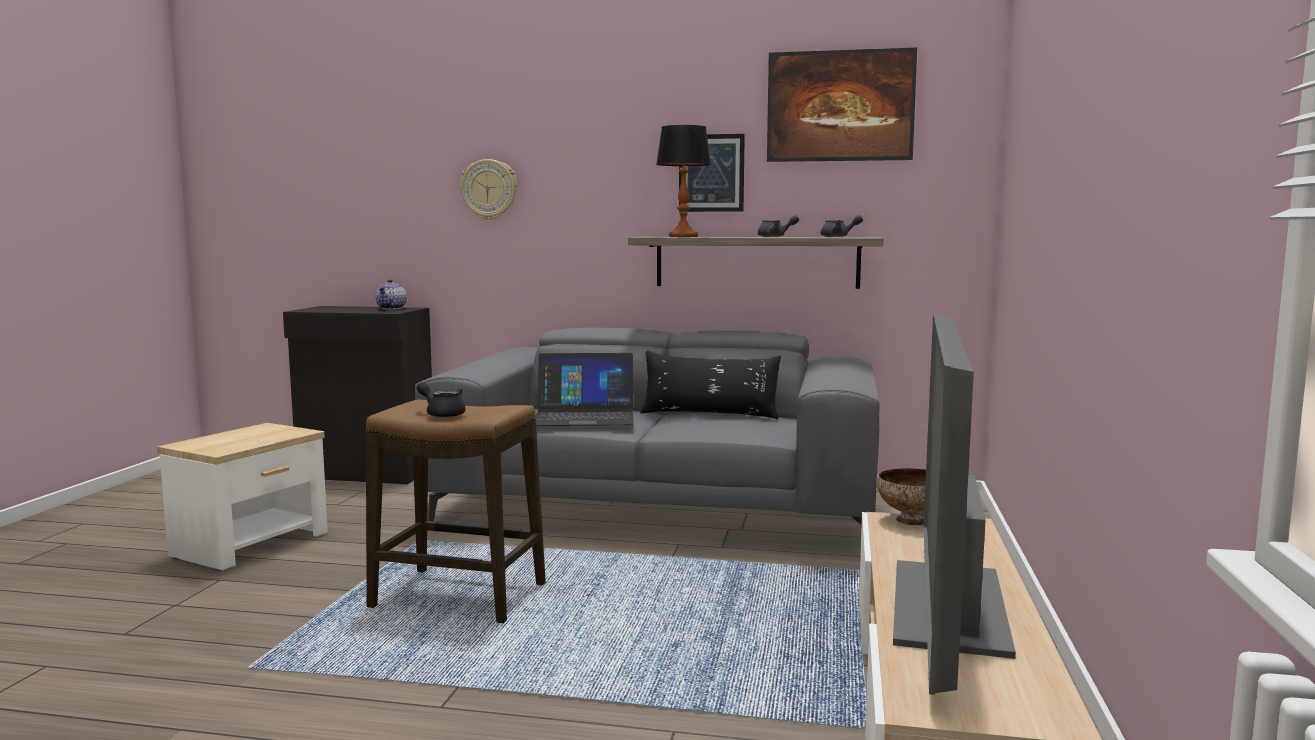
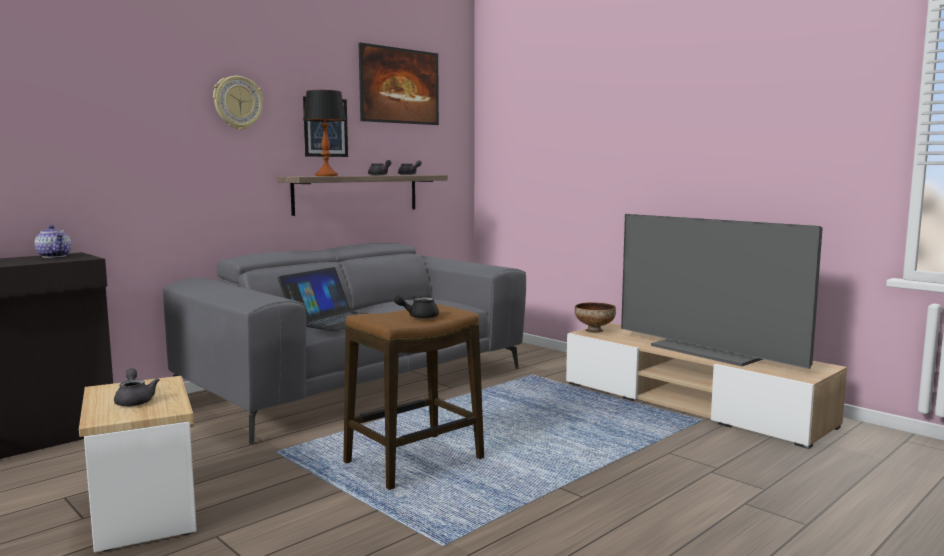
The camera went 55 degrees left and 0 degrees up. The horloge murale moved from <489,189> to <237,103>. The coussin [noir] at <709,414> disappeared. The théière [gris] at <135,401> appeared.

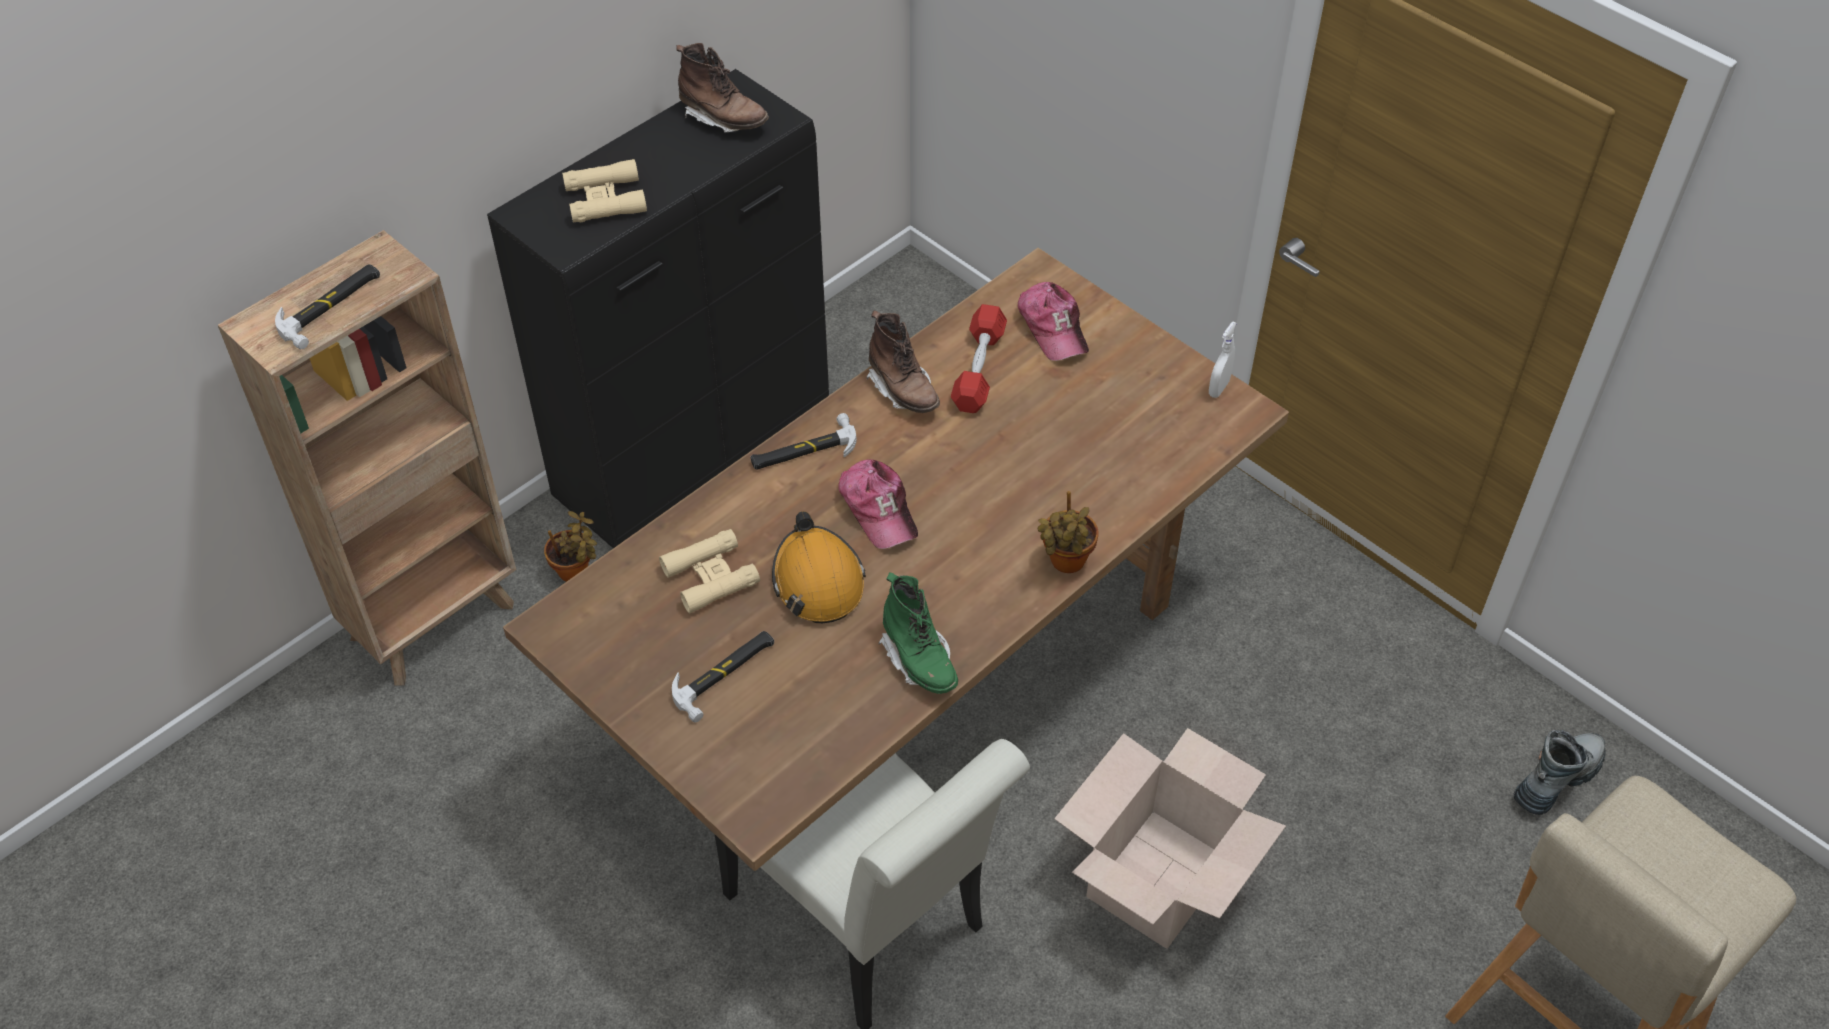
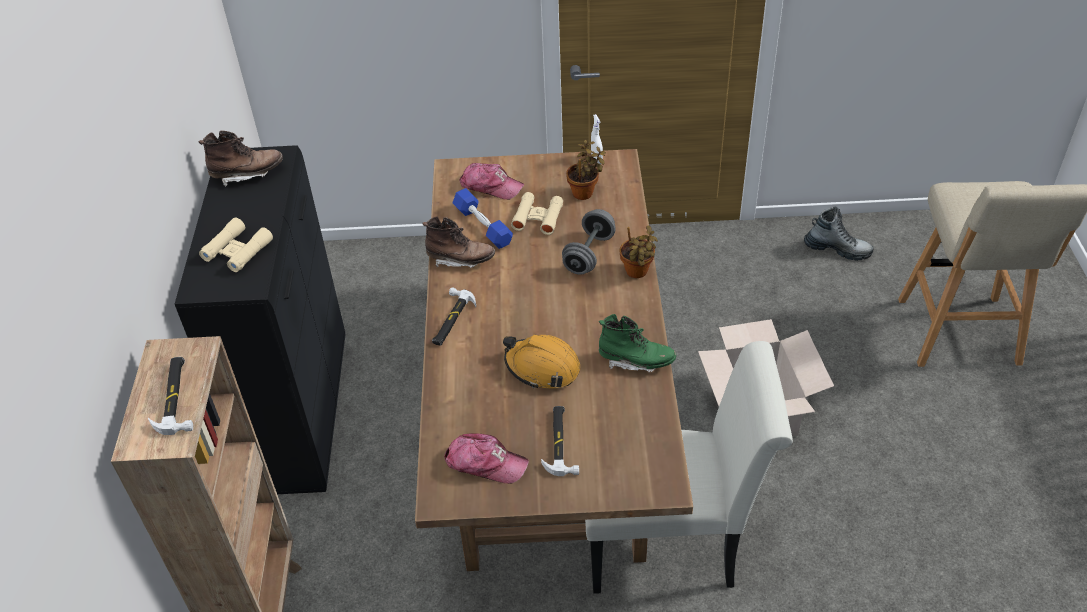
The camera went 45 degrees left and 5 degrees down. The haltère [rouge] at <978,369> became the haltère [bleu] at <483,226>. The casquette moved from <878,509> to <485,463>. The plante en pot moved from <576,572> to <584,192>. The jumelles [beige] moved from <710,577> to <538,218>. The botte at <1557,779> turned 105 degrees clockwise. The haltère [gris] at <589,254> appeared.

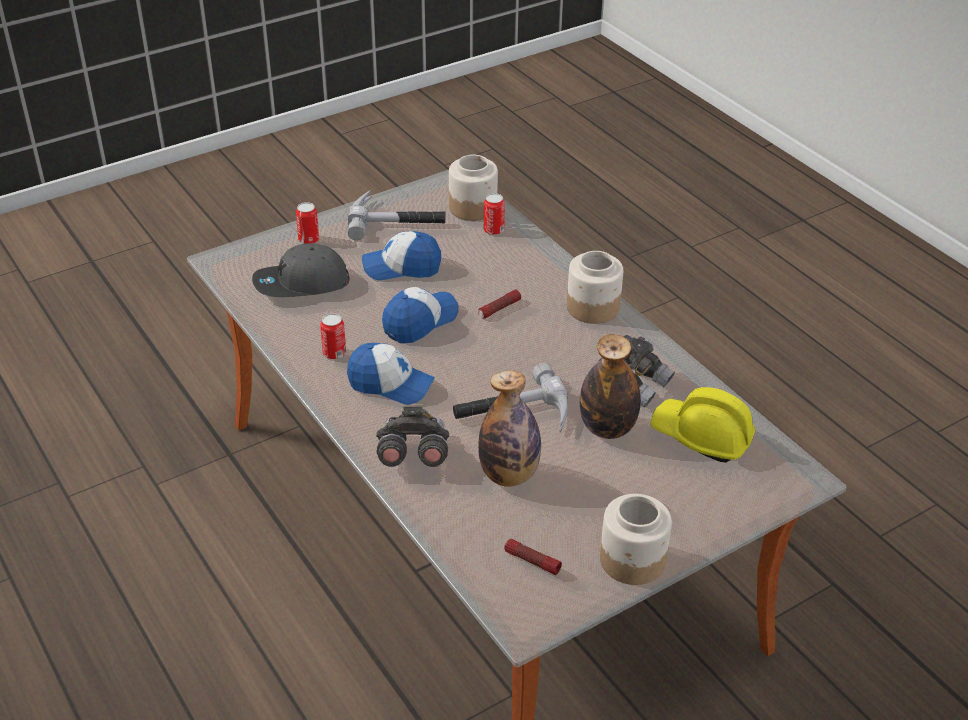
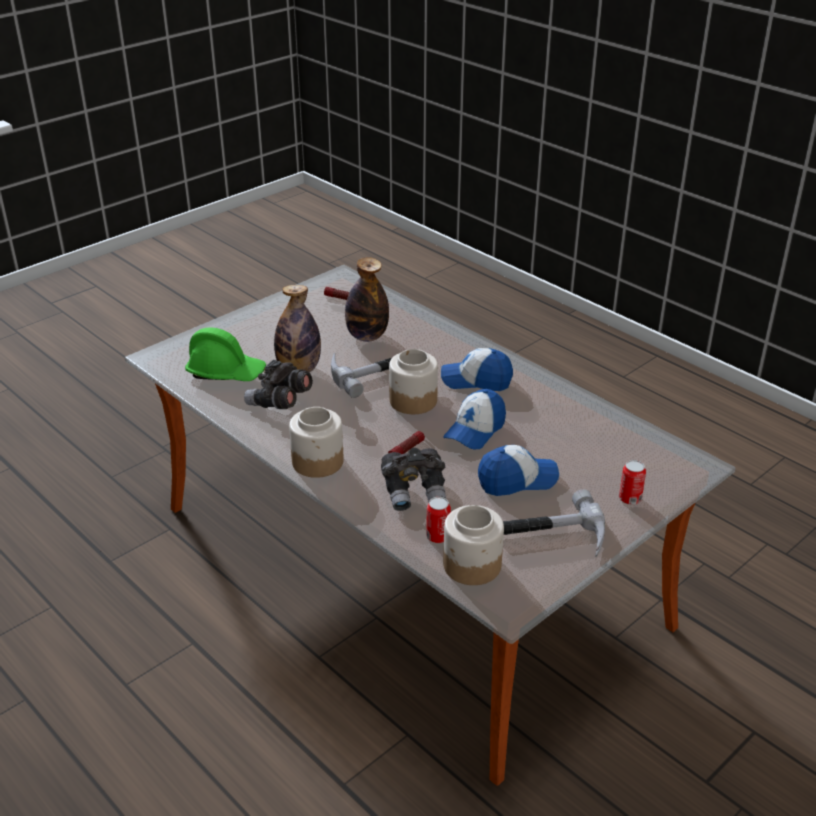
The camera went 170 degrees right and 5 degrees down. The casquette [gris] at <301,284> disappeared. The boîte métallique at <334,353> disappeared. The casque de chantier [jaune] at <701,436> became the casque de chantier [vert] at <226,372>. The jumelles [gris] moved from <412,455> to <415,491>. The bocal moved from <633,560> to <413,400>.

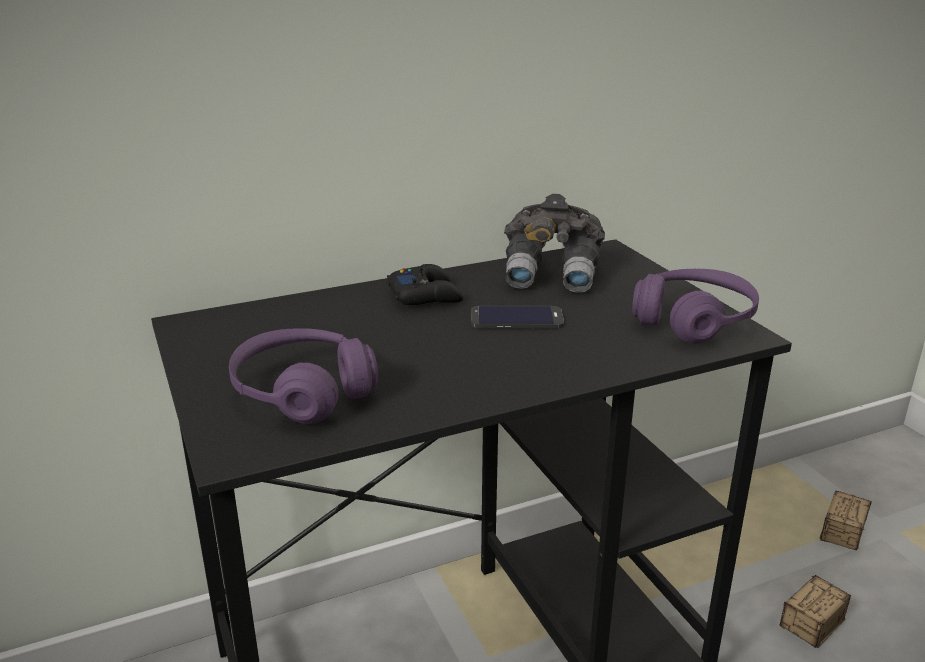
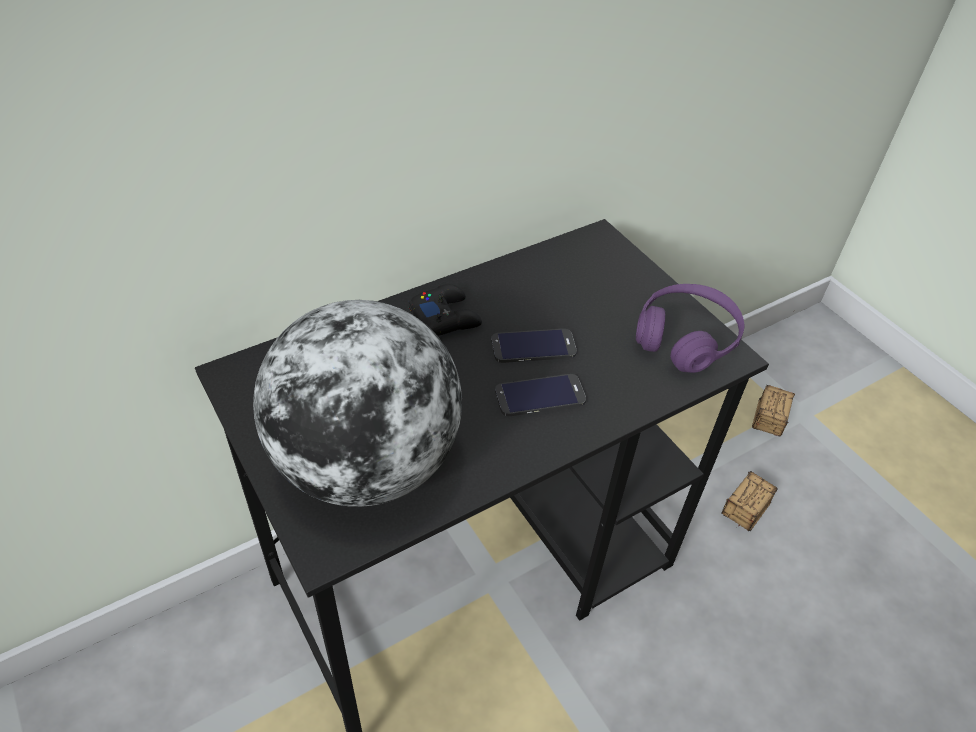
The camera went 10 degrees left and 20 degrees up. The jumelles [gris] at <553,274> disappeared. The casque audio [violet] at <303,392> was replaced by the globe at <366,464>. The téléphone at <540,396> appeared.

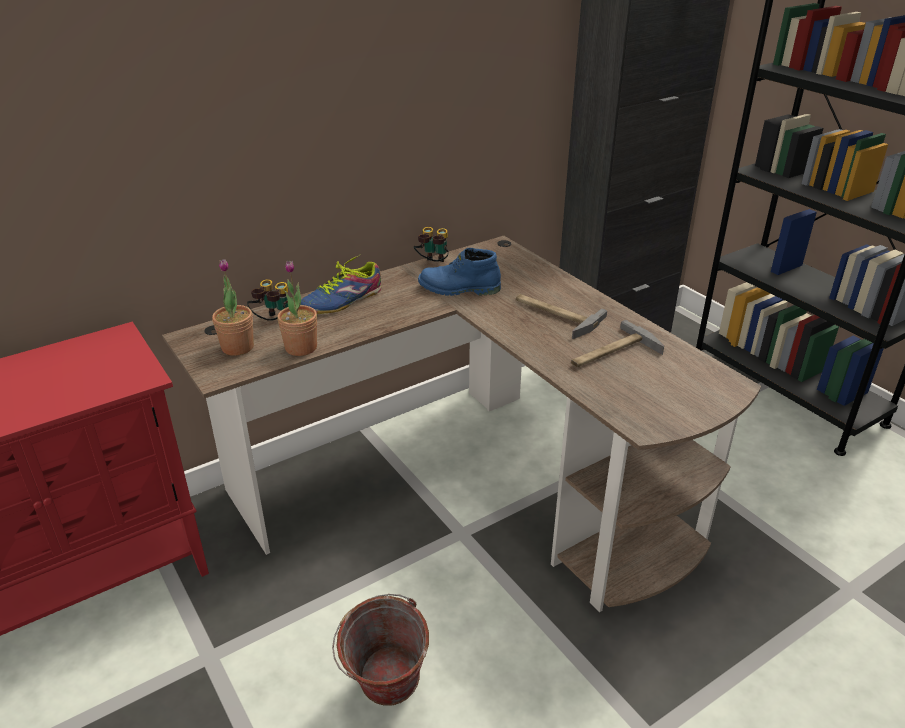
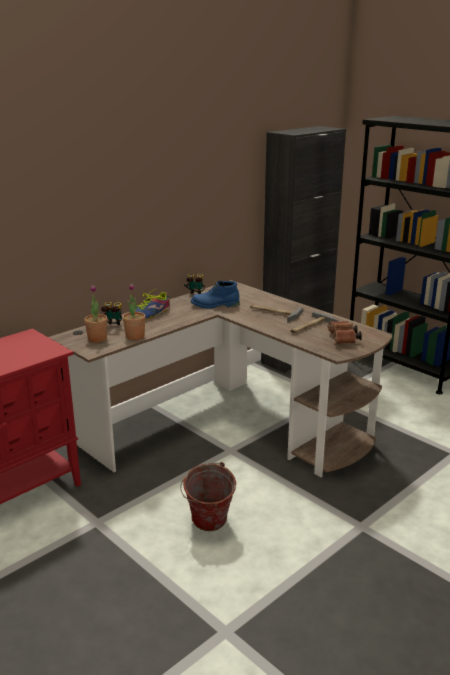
The camera went 10 degrees left and 10 degrees down. The jumelles [marron] at <343,340> appeared.

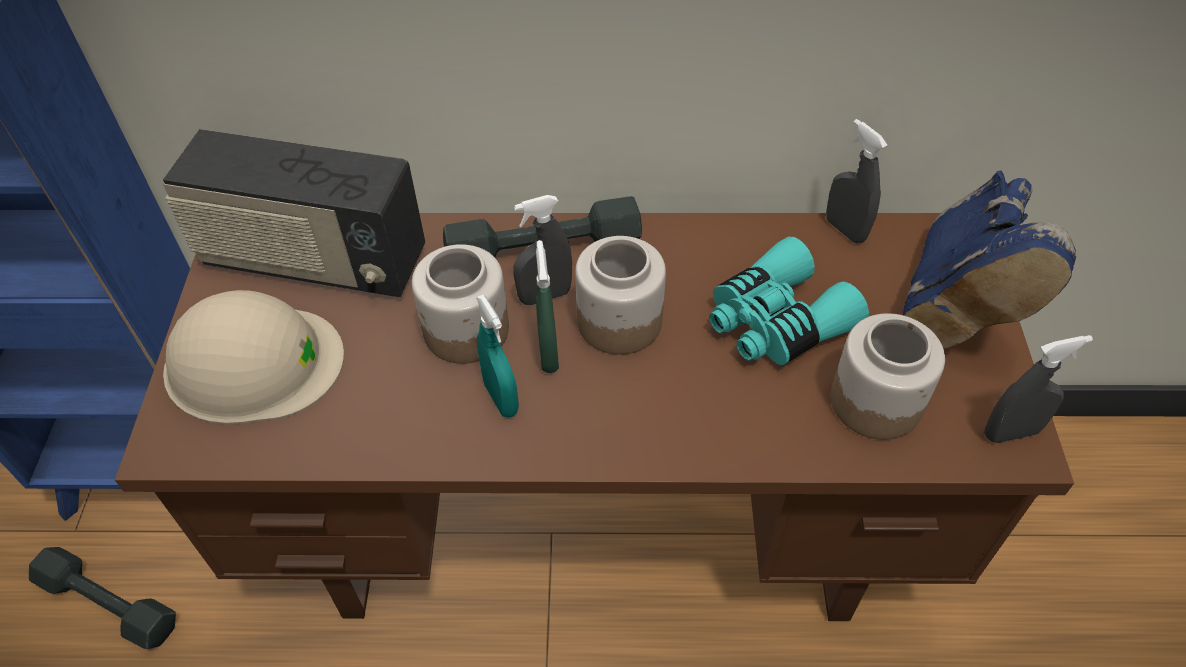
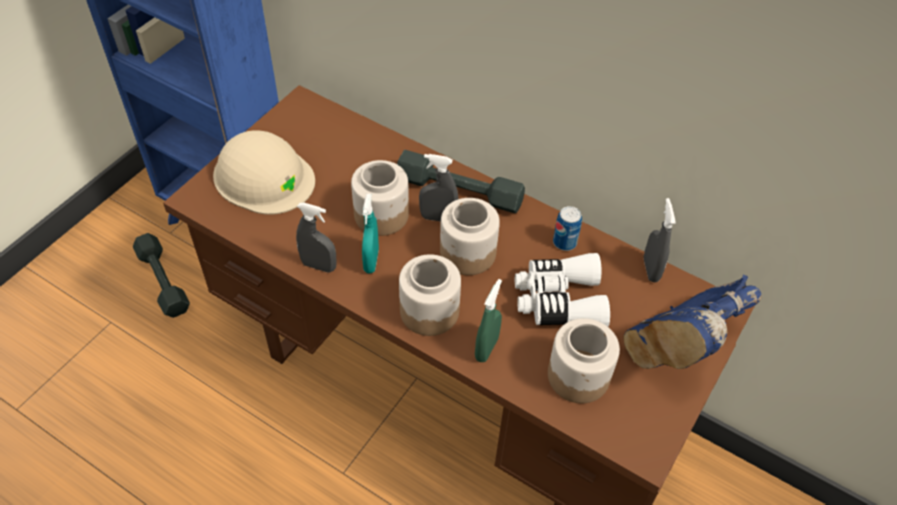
The camera went 30 degrees right and 0 degrees up. The radio at <314,261> disappeared. The jumelles [turquoise] at <776,321> became the jumelles [blanc] at <558,300>. The vaporisateur [vert] moved from <548,353> to <486,348>. The vaporisateur [gris] moved from <1011,432> to <319,266>. The boîte métallique at <564,242> appeared. The bocal at <429,310> appeared.

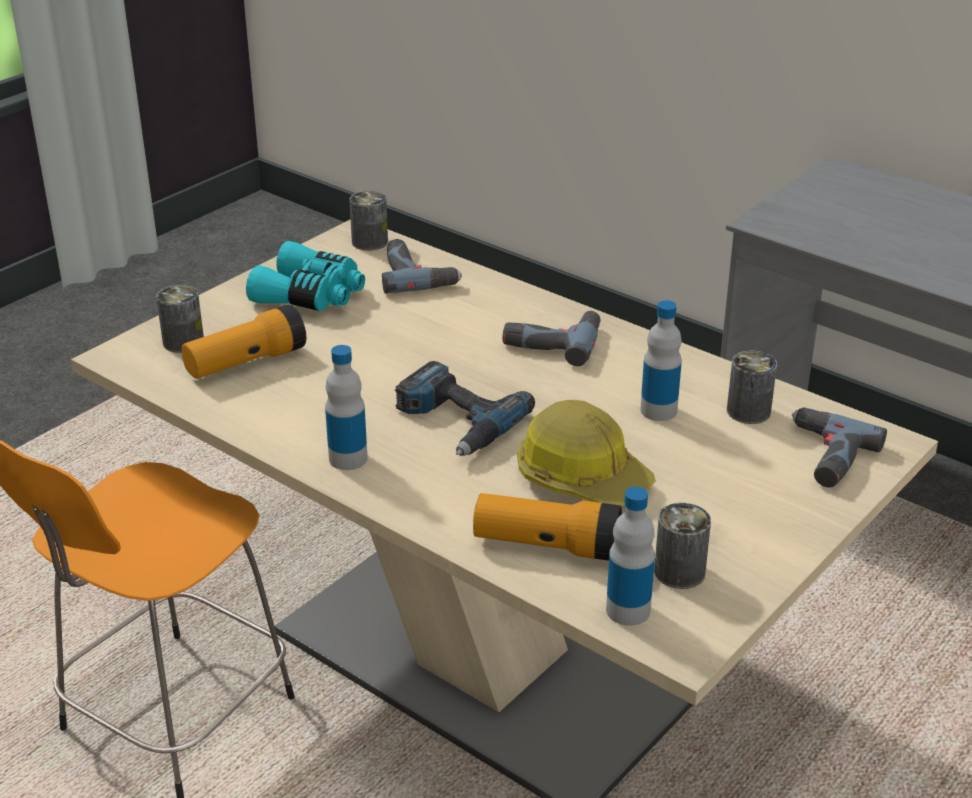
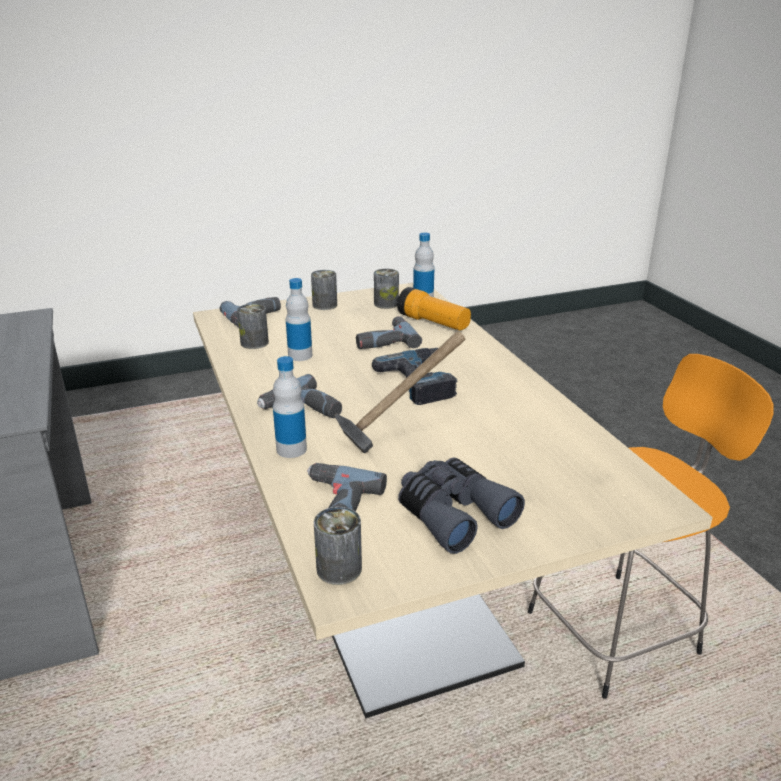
The camera went 150 degrees left and 5 degrees down. The jumelles [turquoise] at <311,295> became the jumelles [gris] at <452,513>. The boîte métallique moved from <183,342> to <325,305>. The lampe de poche at <246,363> disappeared. The bouteille moved from <348,458> to <291,449>. The casque de chantier at <582,477> was replaced by the perceuse at <384,340>. The marteau at <398,429> appeared.

